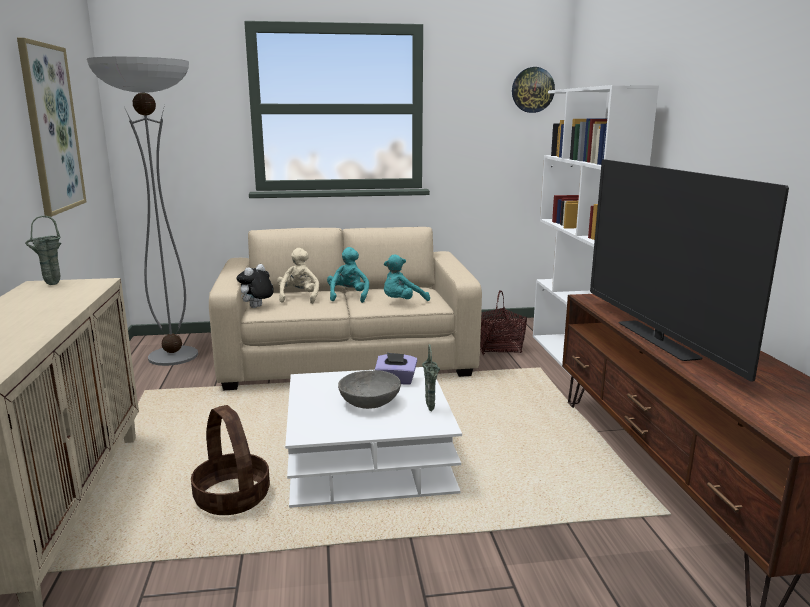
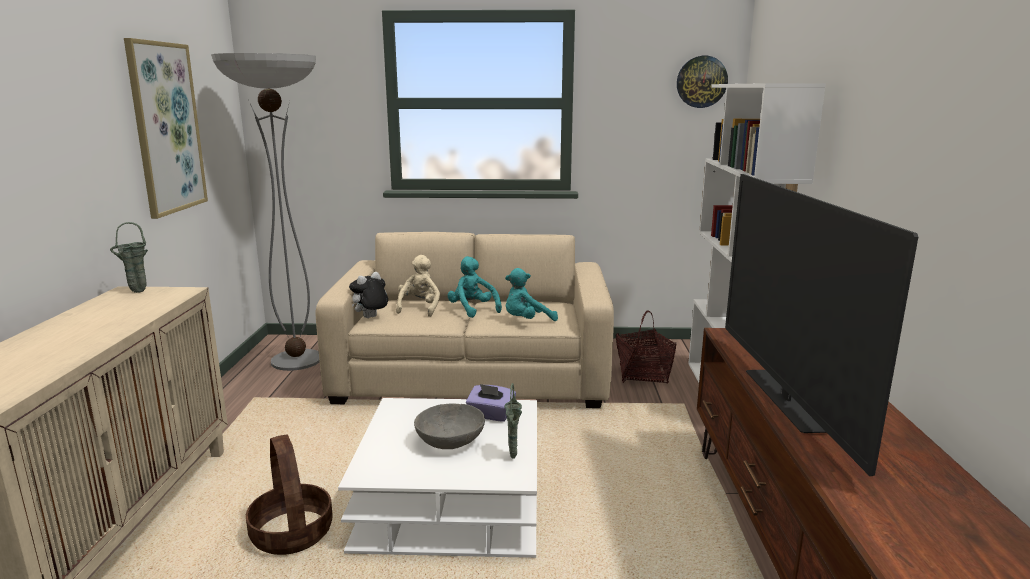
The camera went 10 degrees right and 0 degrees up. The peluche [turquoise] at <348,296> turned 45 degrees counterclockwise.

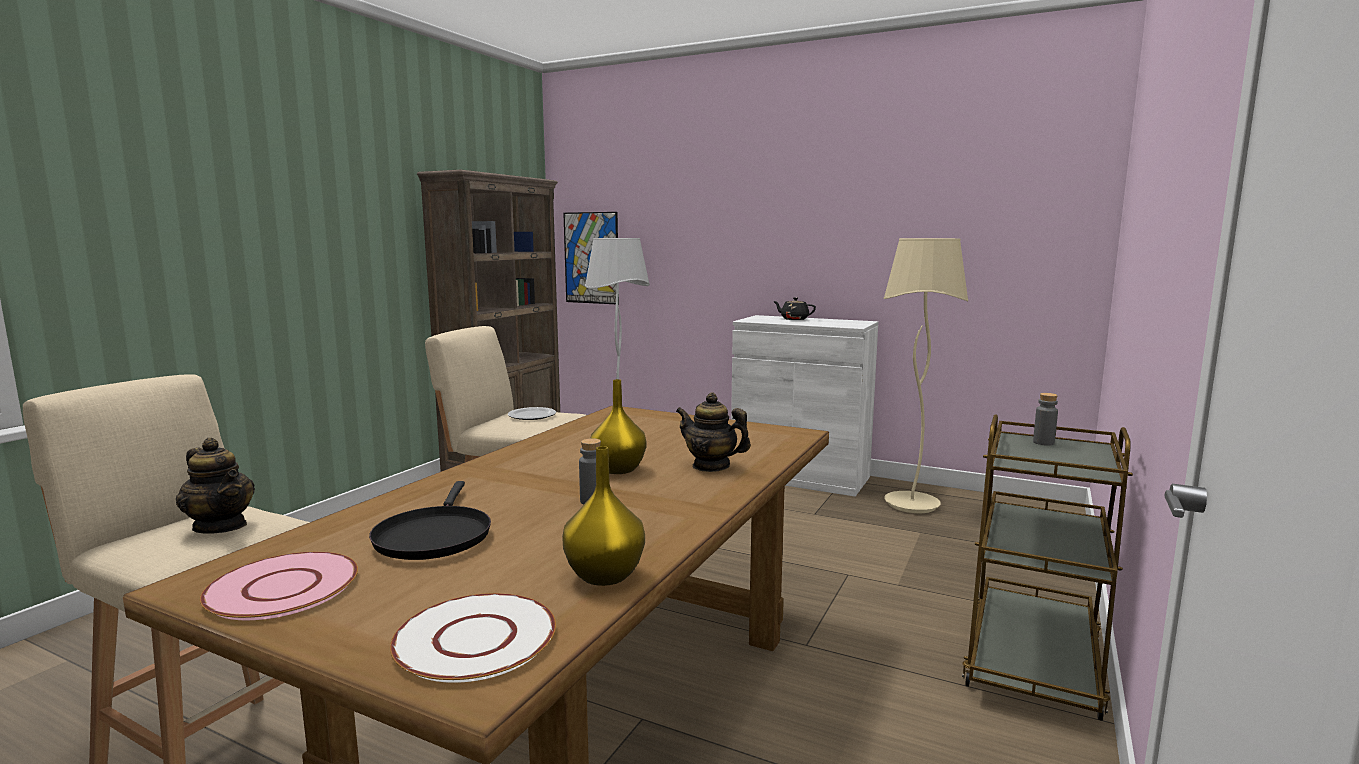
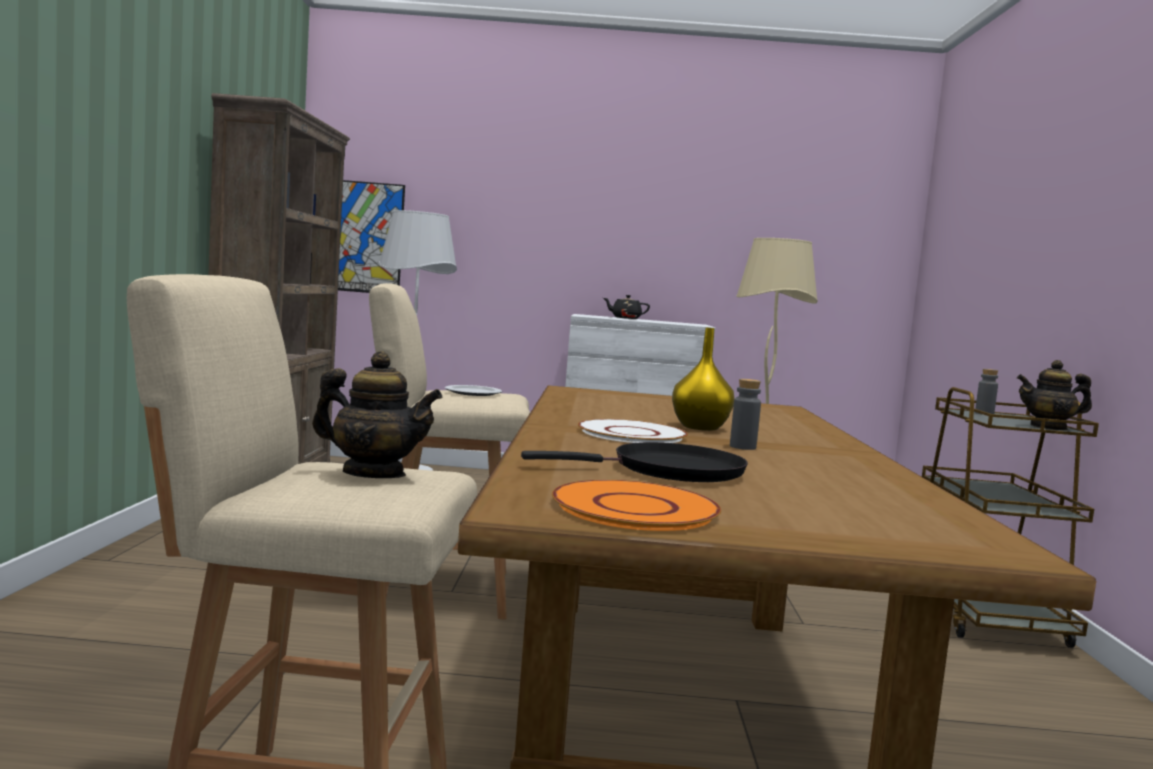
The camera went 25 degrees left and 5 degrees down. The théière moved from <711,466> to <1049,427>. The vase [jaune] at <603,575> disappeared. The poêle [noir] at <433,536> turned 75 degrees counterclockwise. The assiette [rose] at <282,587> became the assiette [orange] at <633,508>. The assiette [blanc] moved from <474,639> to <631,434>.

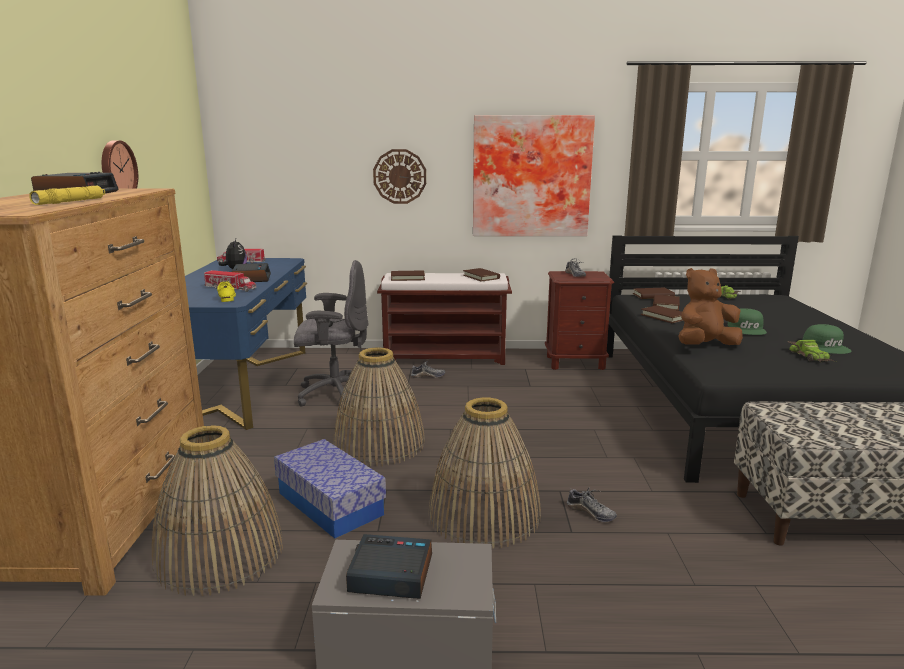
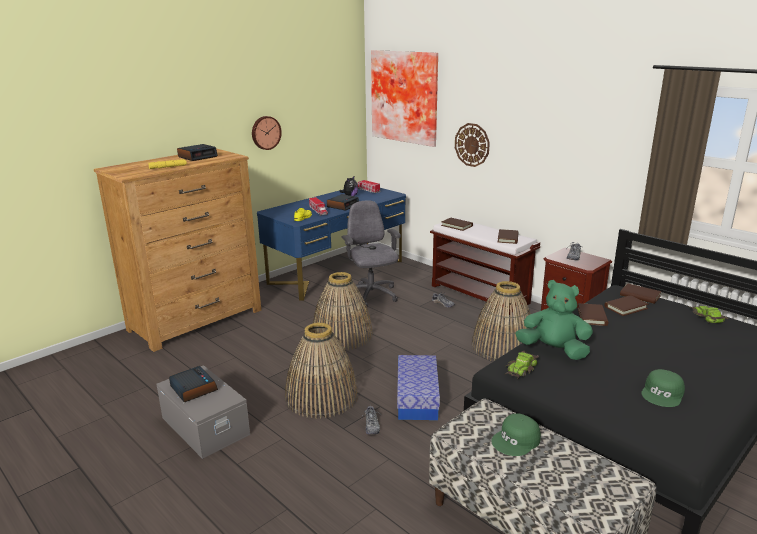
The camera went 45 degrees right and 5 degrees up. The tableau moved from <531,176> to <406,97>. The chaise de bureau [gris] at <334,394> turned 150 degrees counterclockwise. The peluche [marron] at <705,346> became the peluche [vert] at <553,350>. The casquette [vert] moved from <747,329> to <516,440>. The petite voiture moved from <810,356> to <521,369>. The panier moved from <220,553> to <503,347>. The boîte de rangement moved from <330,504> to <417,398>.

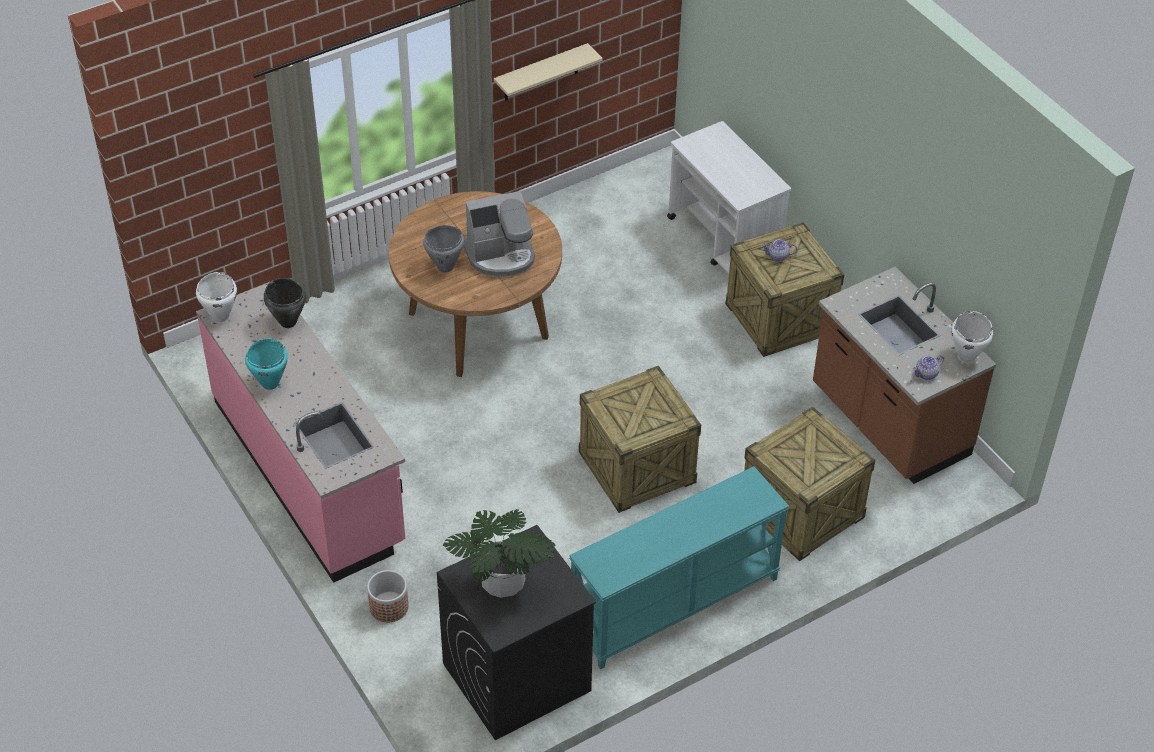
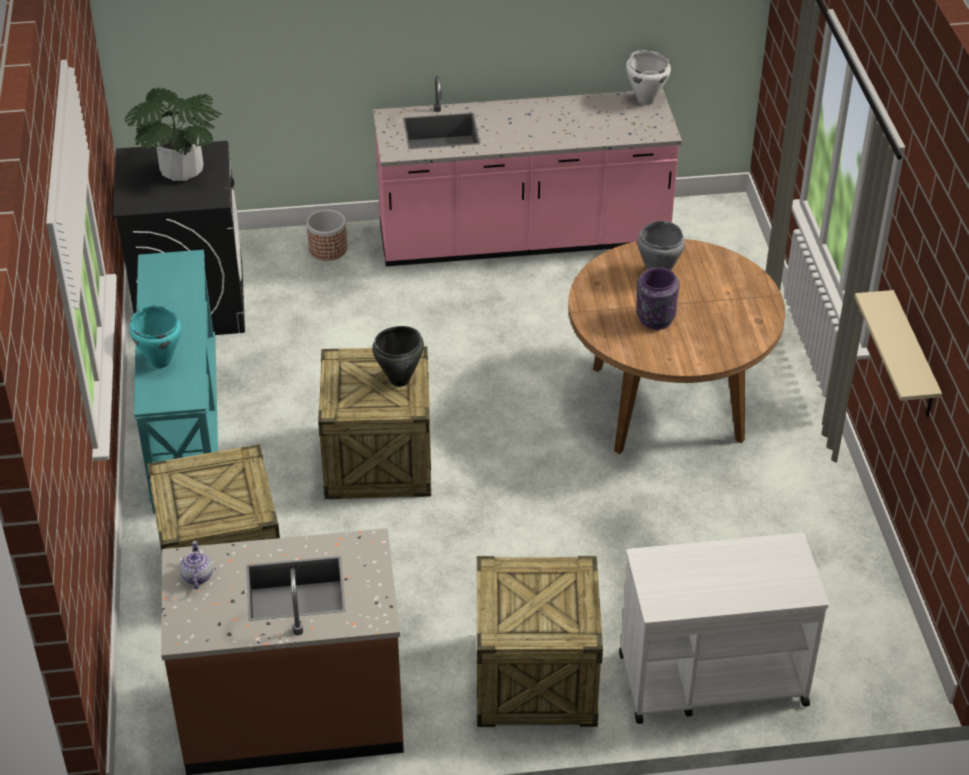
The camera went 115 degrees right and 5 degrees down. The machine à café at <500,255> was replaced by the vase [violet] at <655,319>. The théière at <778,256> disappeared. The marmite [noir] moved from <288,322> to <400,380>. The marmite [blanc] at <967,356> disappeared. The marmite [turquoise] moved from <269,383> to <160,361>.

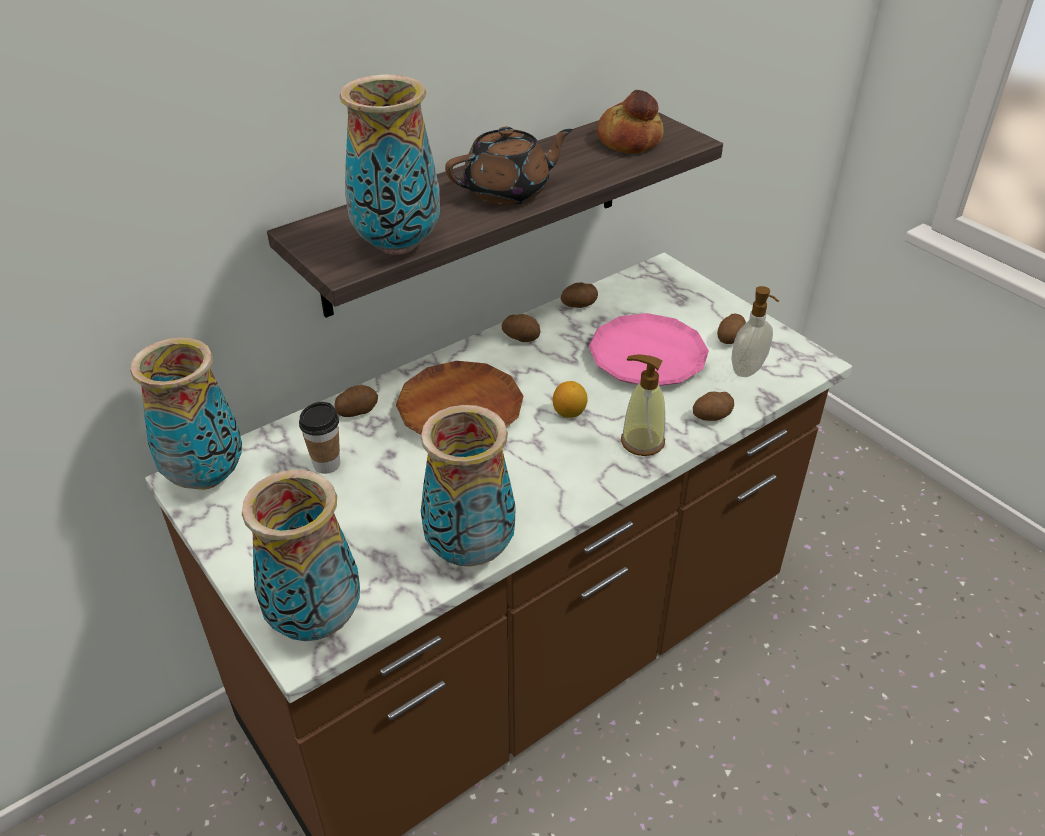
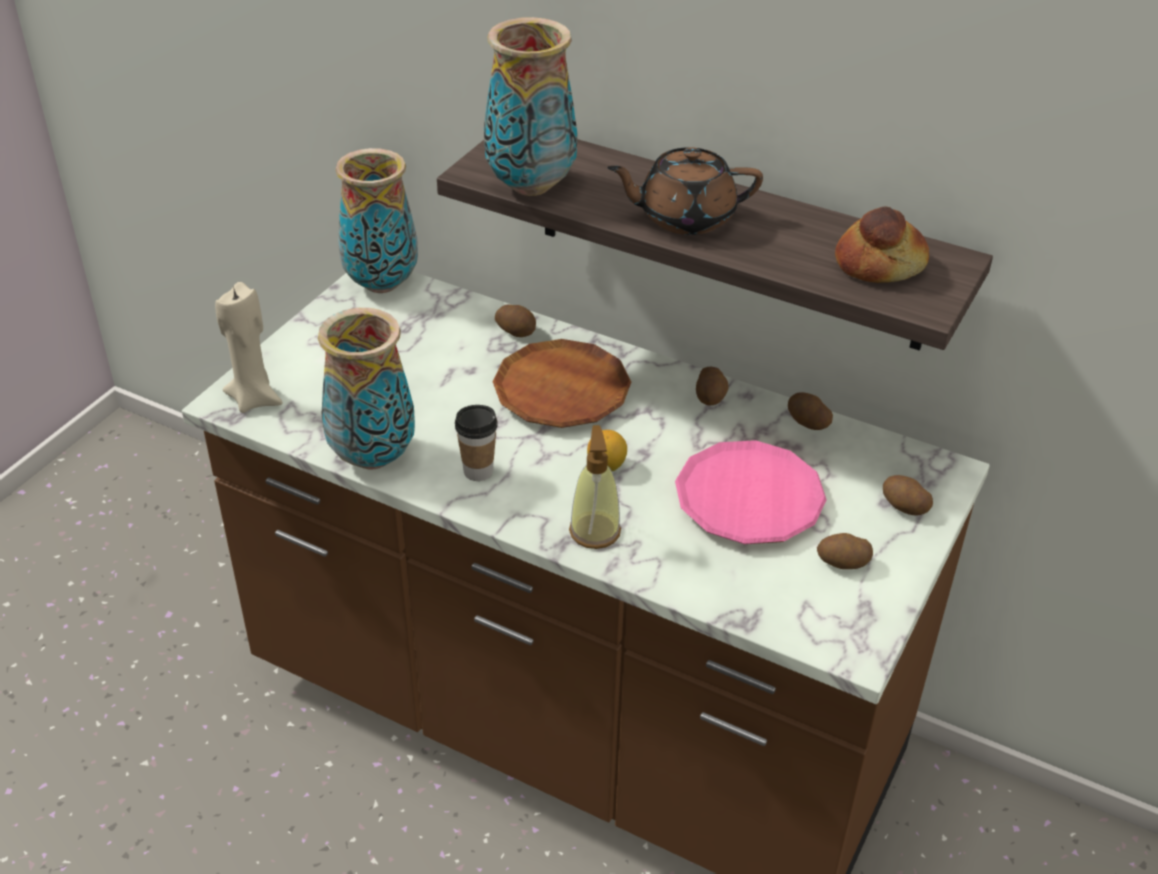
The camera went 65 degrees right and 0 degrees up. The théière [marron] at <509,191> turned 135 degrees clockwise. The distributeur de savon at <748,370> disappeared. The pomme de terre moved from <712,416> to <903,507>. The tasse moved from <326,464> to <478,471>. The vase at <317,621> was replaced by the bougie [beige] at <255,399>.

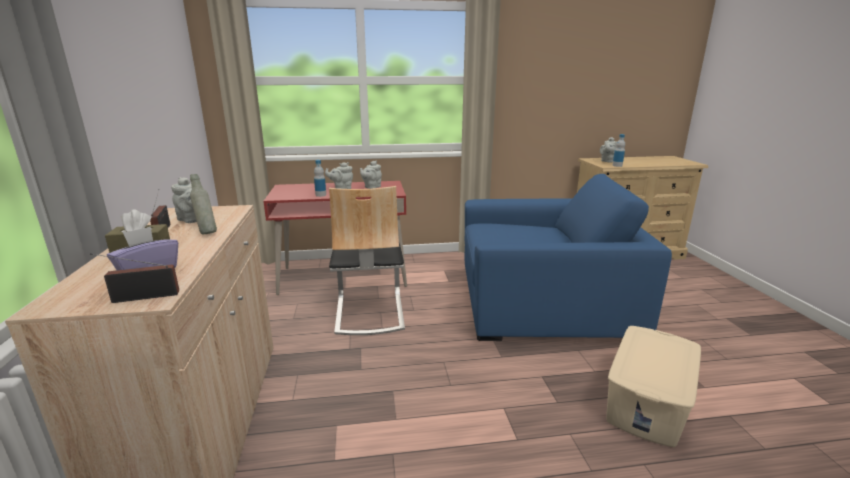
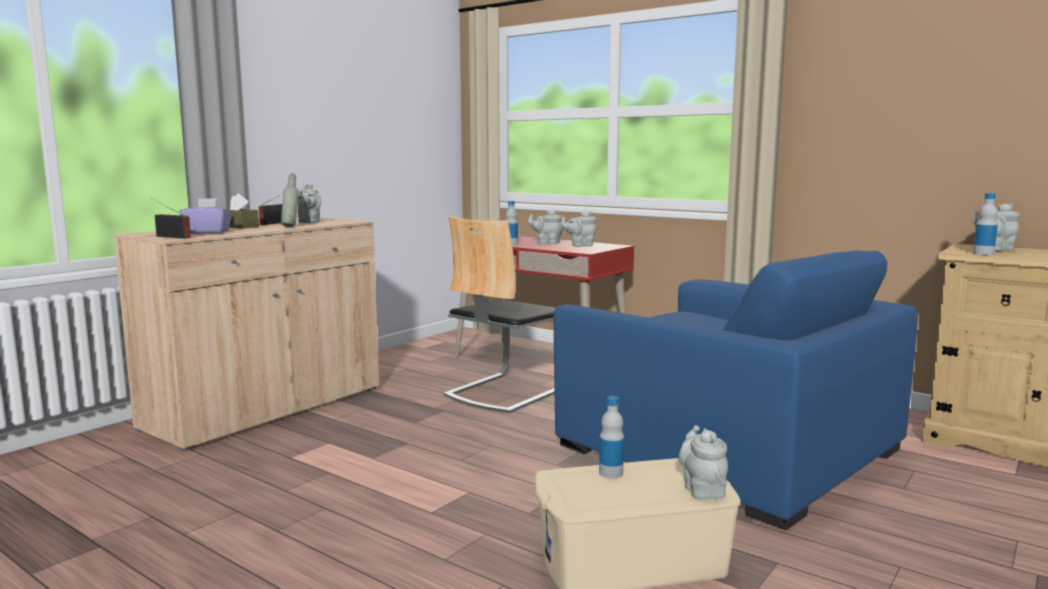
The camera went 45 degrees right and 10 degrees down. The bouteille at <611,473> appeared. The théière [gris] at <702,489> appeared.

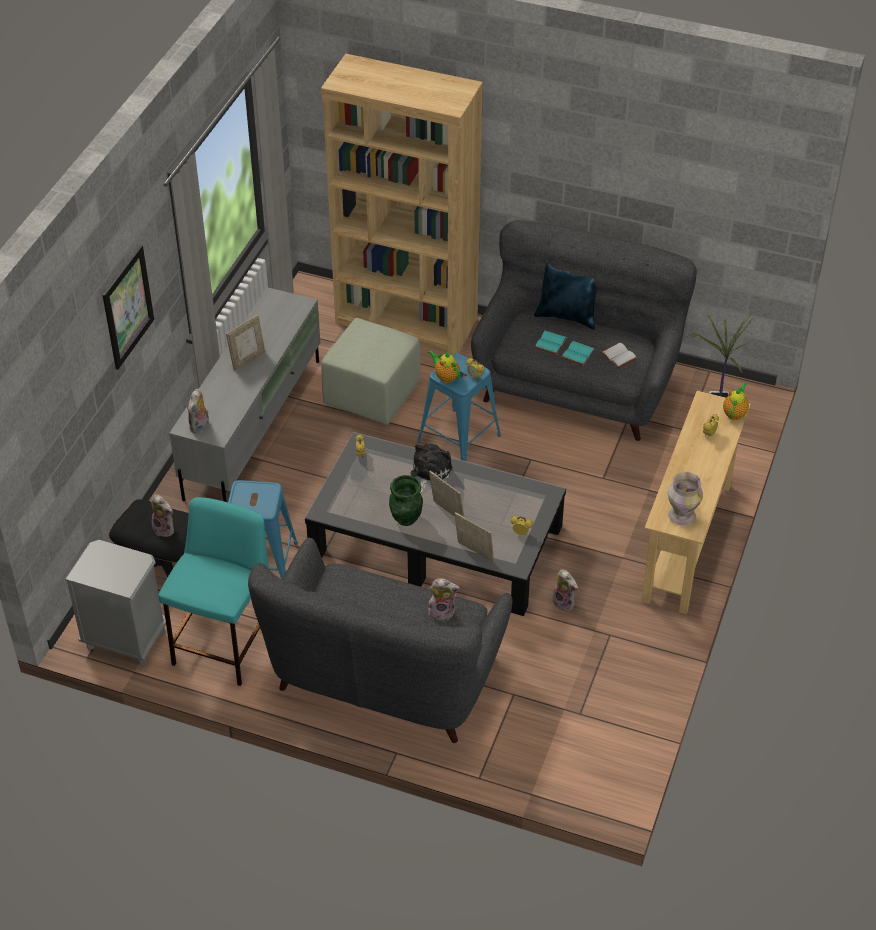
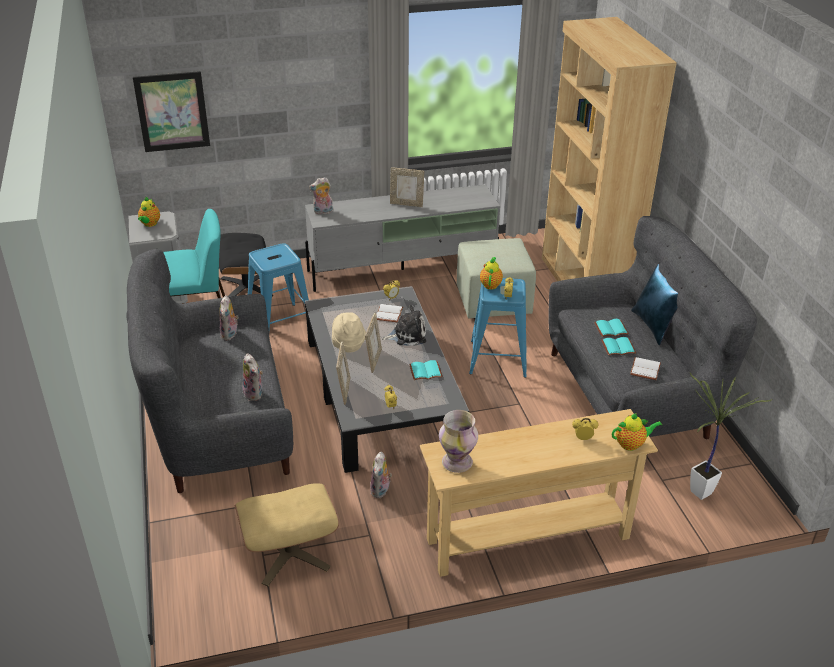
The camera went 55 degrees right and 10 degrees down. The tableau moved from <127,307> to <172,111>. The vase [vert] at <406,519> was replaced by the chapeau [beige] at <348,344>. The peluche moved from <165,529> to <230,334>. The théière at <150,224> appeared. The livre [blanc] at <389,314> appeared. The livre [turquoise] at <425,372> appeared. The pouf [beige] at <290,553> appeared.

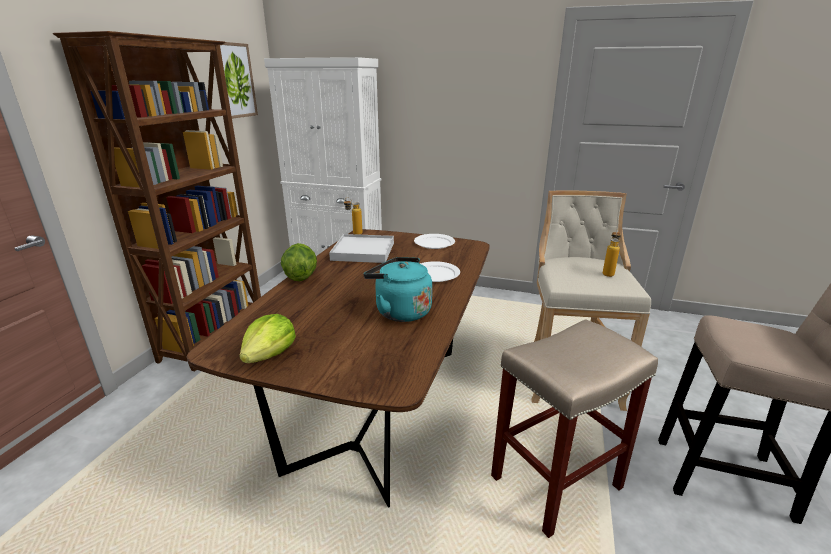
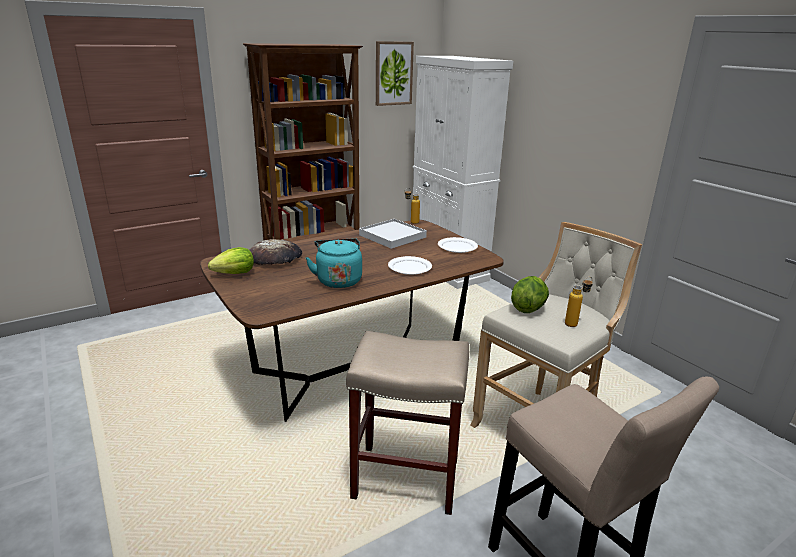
The camera went 40 degrees right and 0 degrees up. The laitue moved from <300,277> to <528,308>. The pain at <275,257> appeared.

